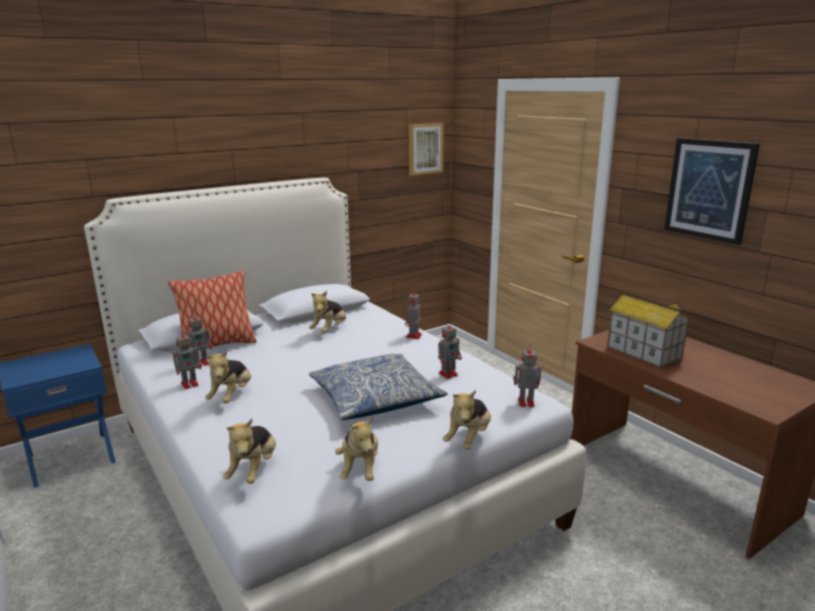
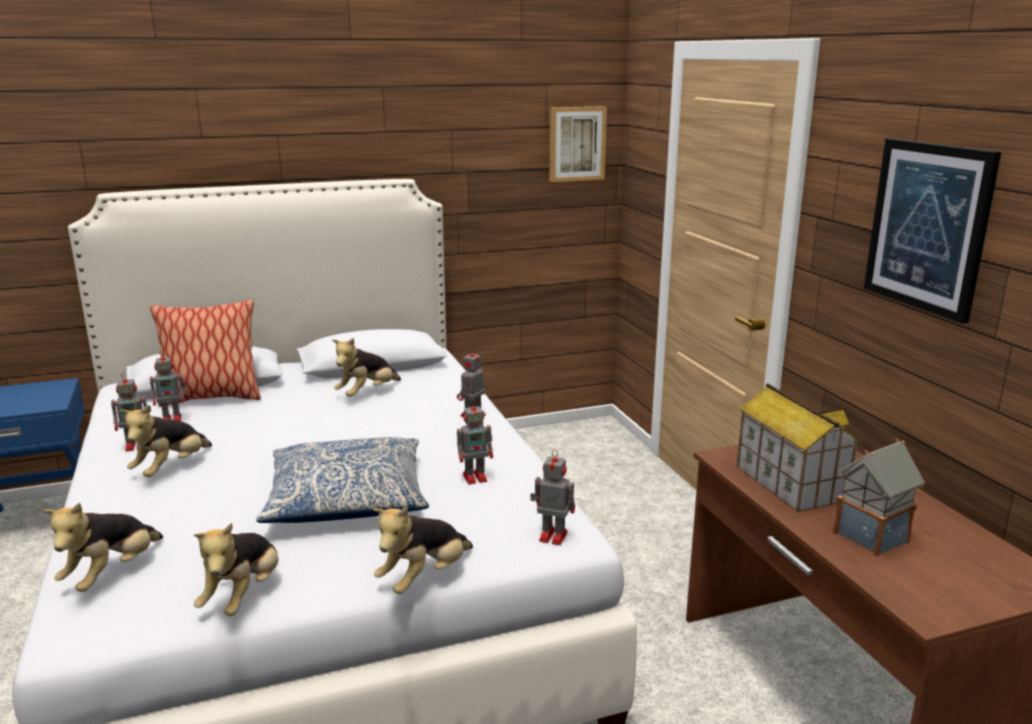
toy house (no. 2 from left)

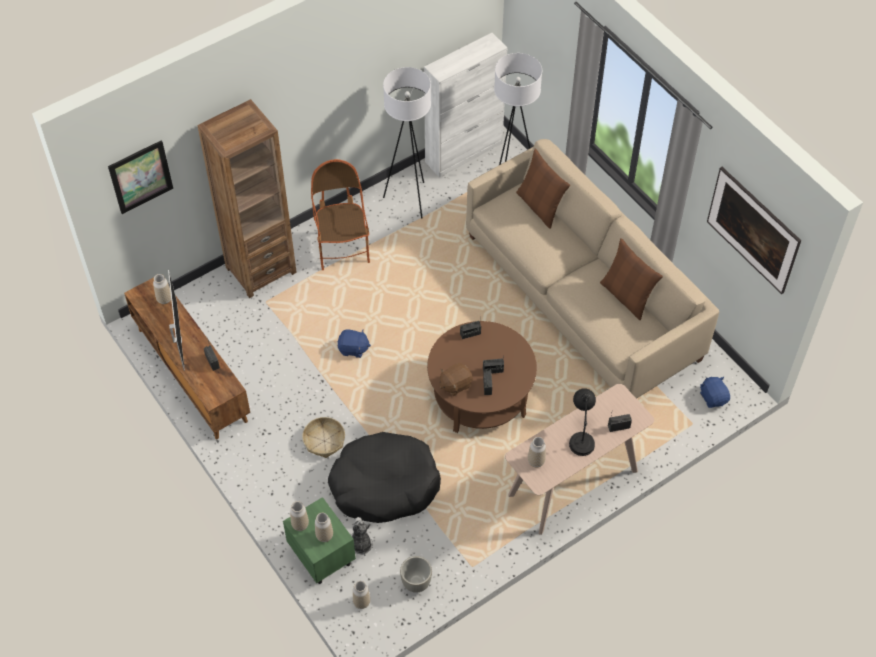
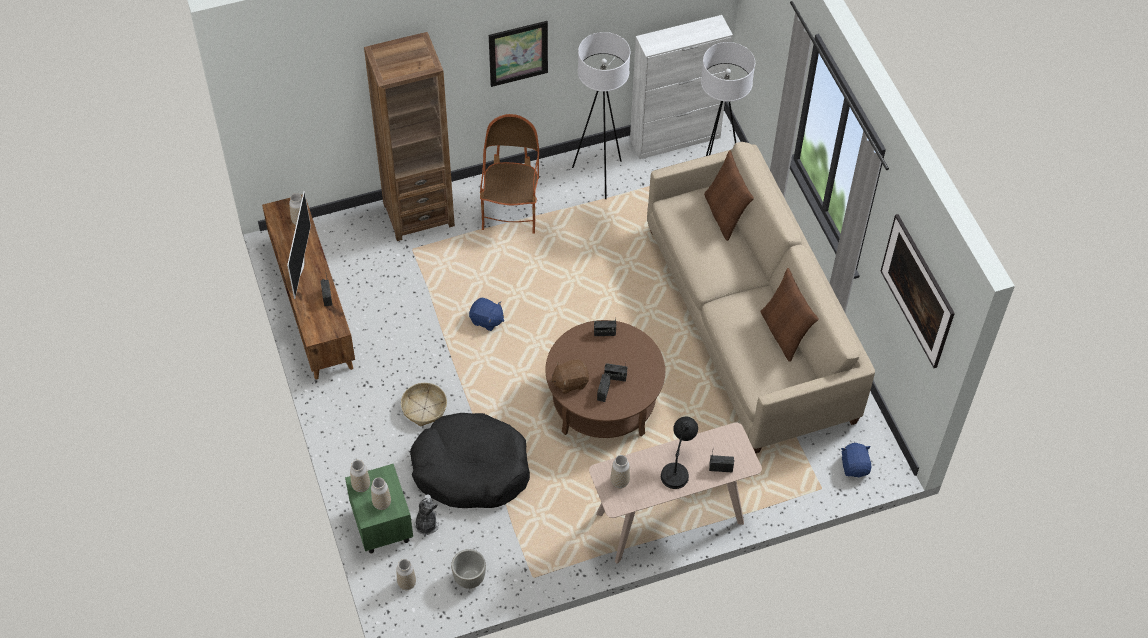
picture (no. 1 from left)

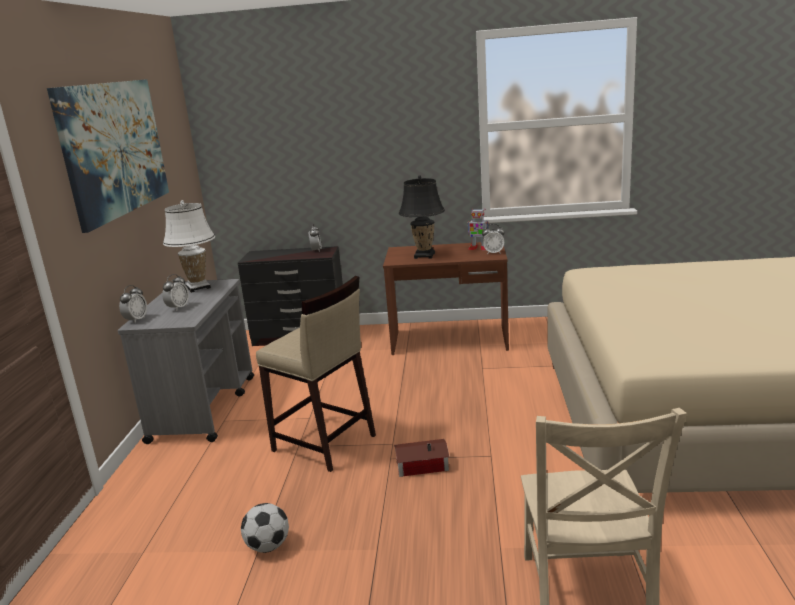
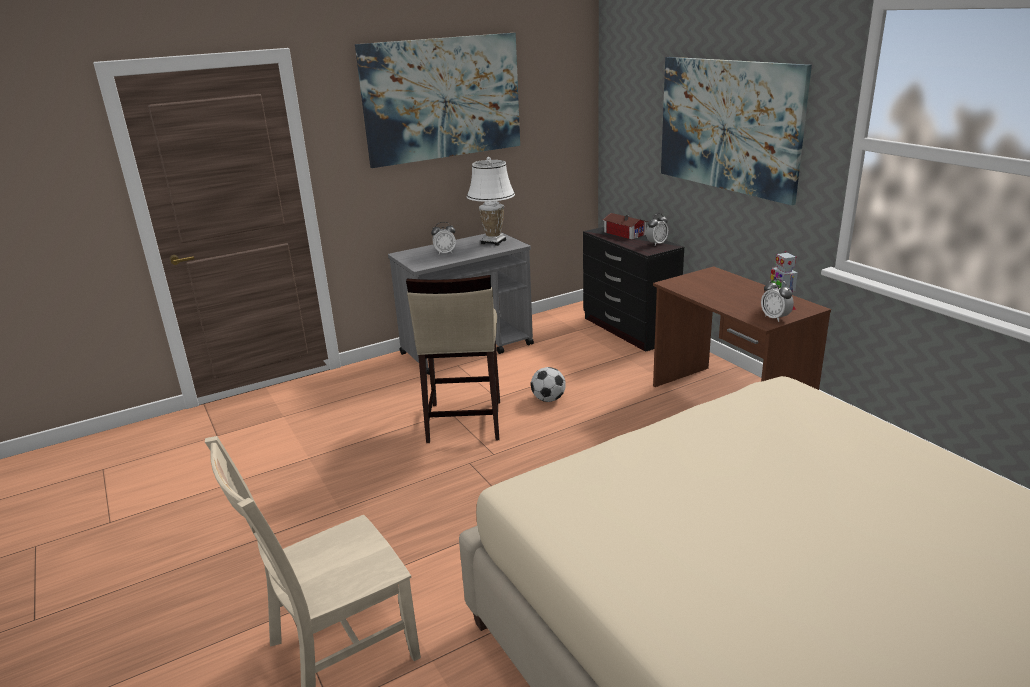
alarm clock (no. 1 from left in the first image); football; toy house; black table lamp; picture (no. 2 from left)

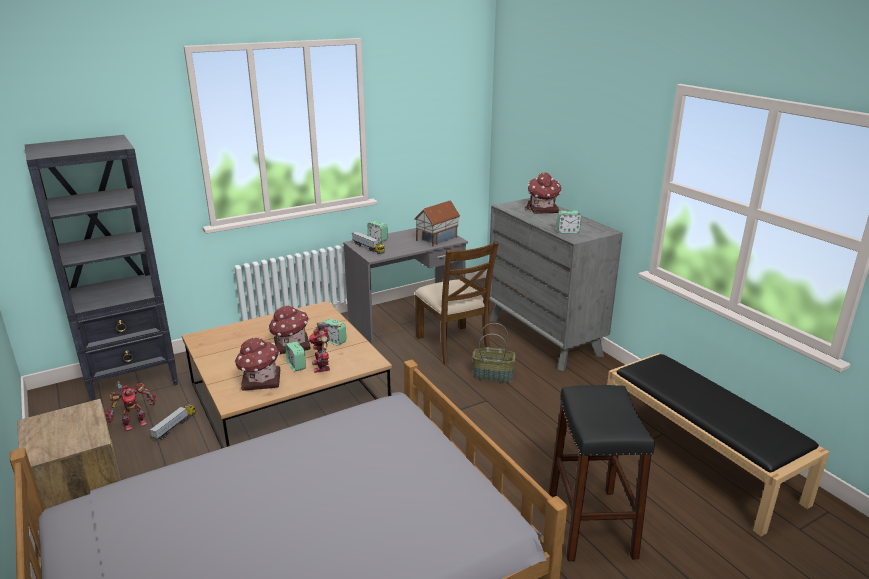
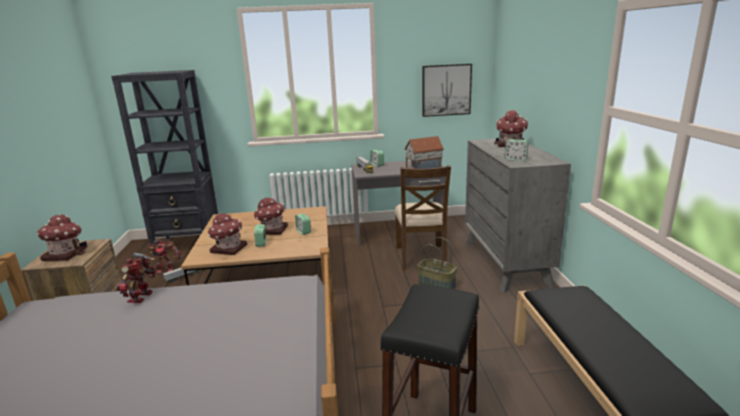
toy robot (no. 1 from left); toy house (no. 1 from left); picture

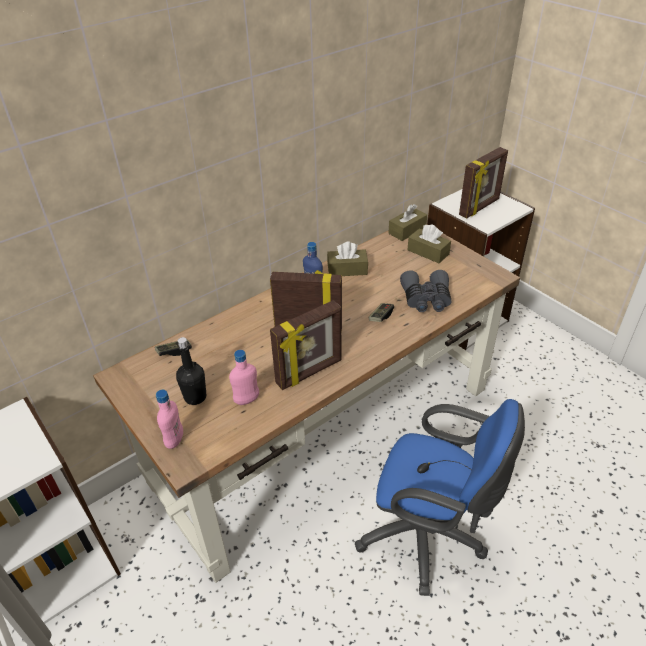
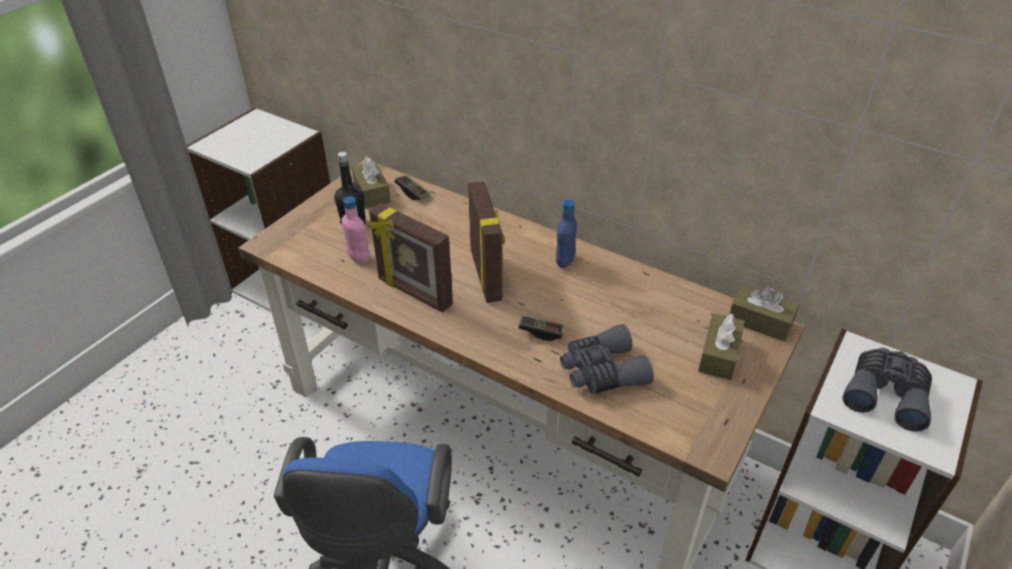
pink bottle (no. 1 from left in the first image); brown tissue box (no. 1 from left); grey binoculars (no. 2 from left)

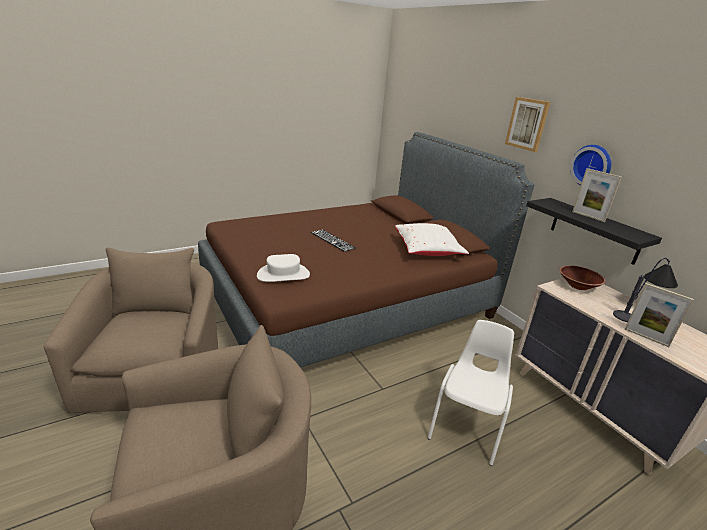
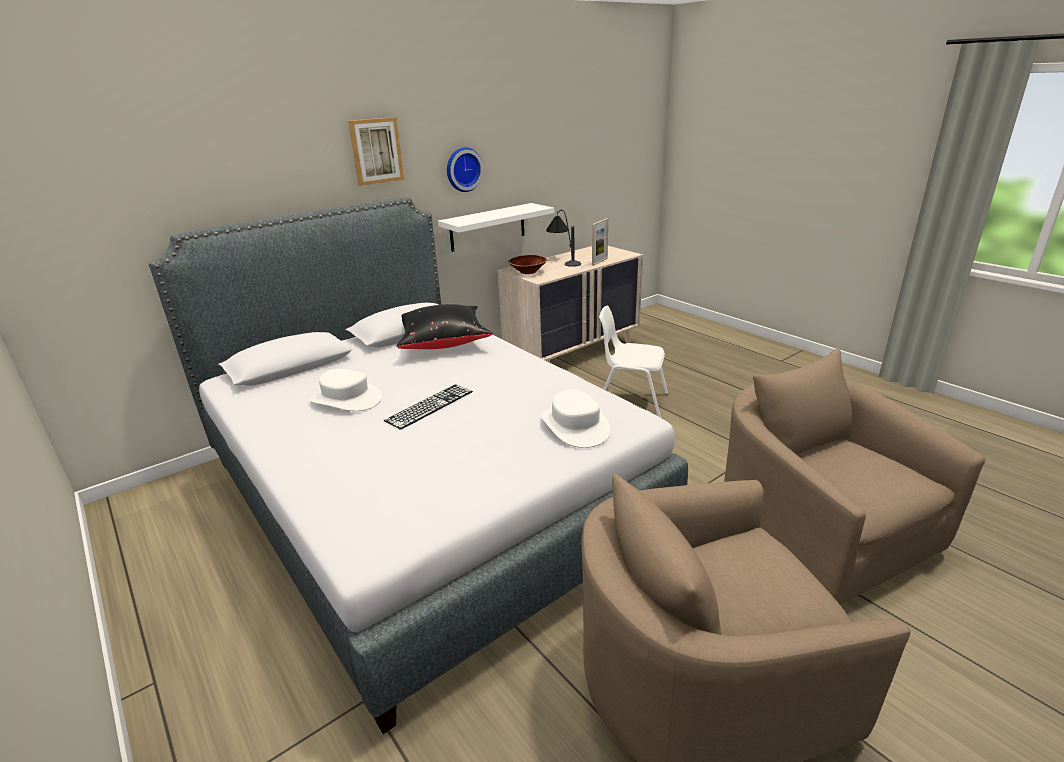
grey bed; black pillow; white shelf; picture frame (no. 1 from left in the first image); white hat (no. 1 from left)

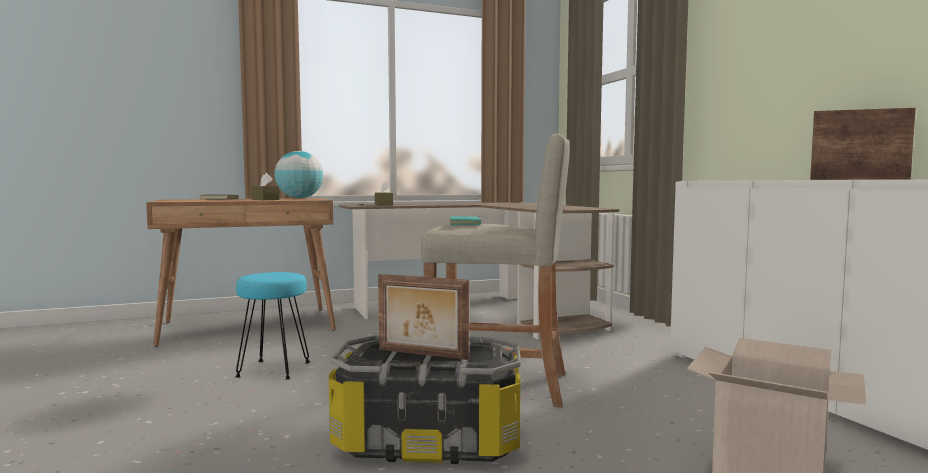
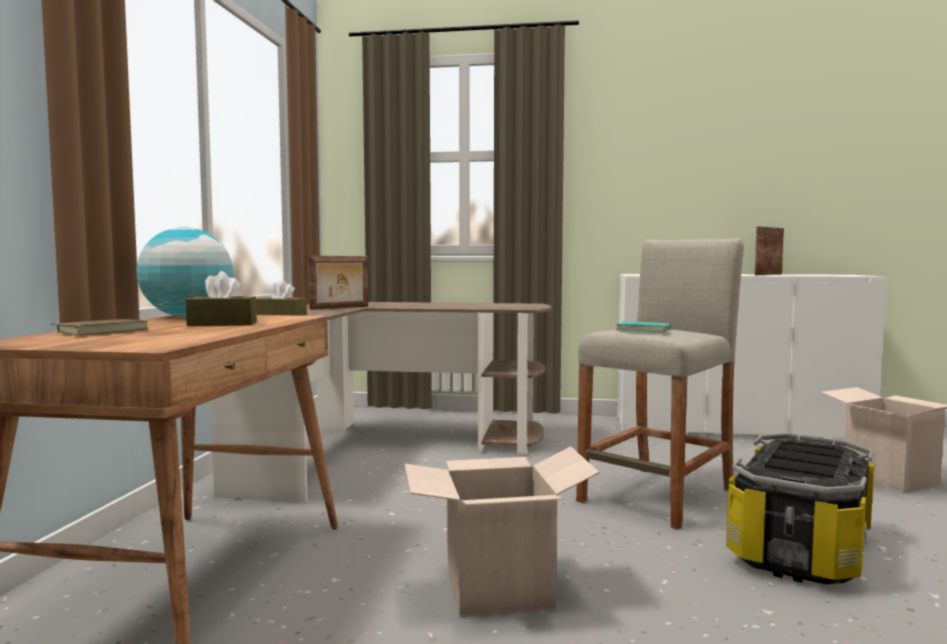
cardboard box (no. 1 from left); picture frame (no. 1 from left)

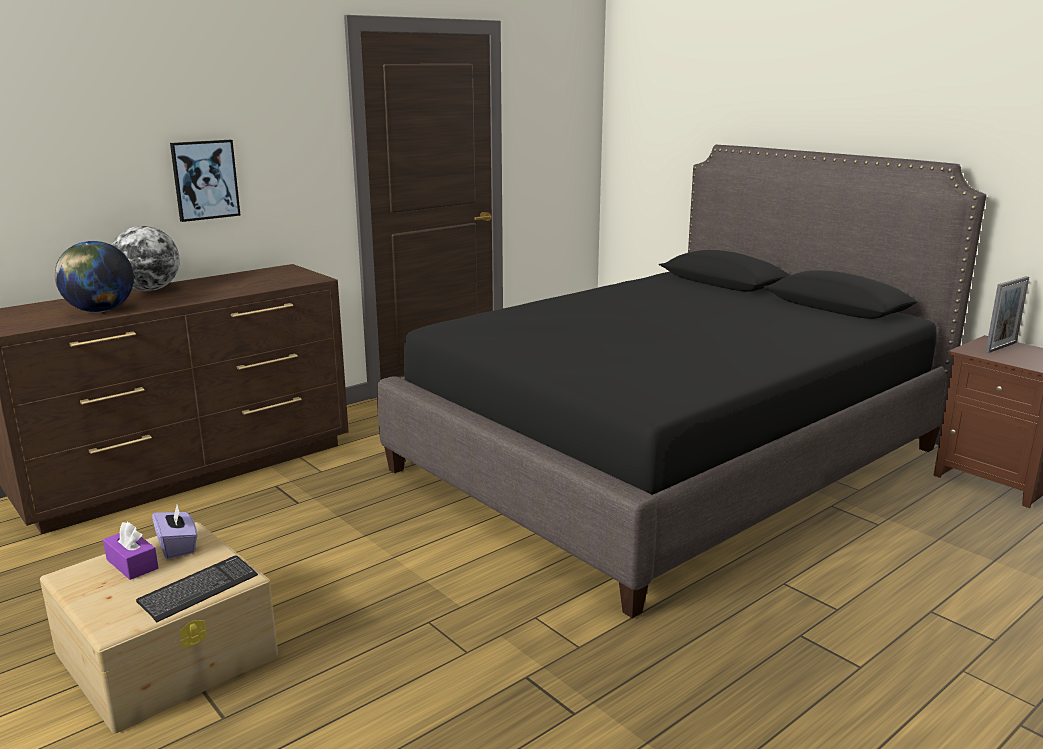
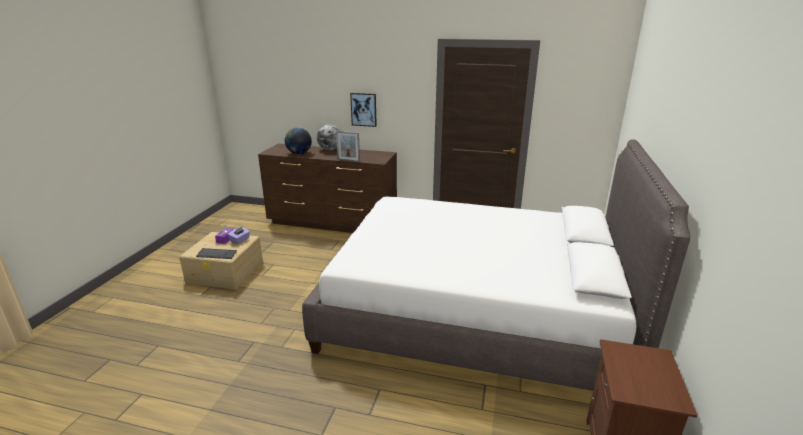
white bed; picture frame

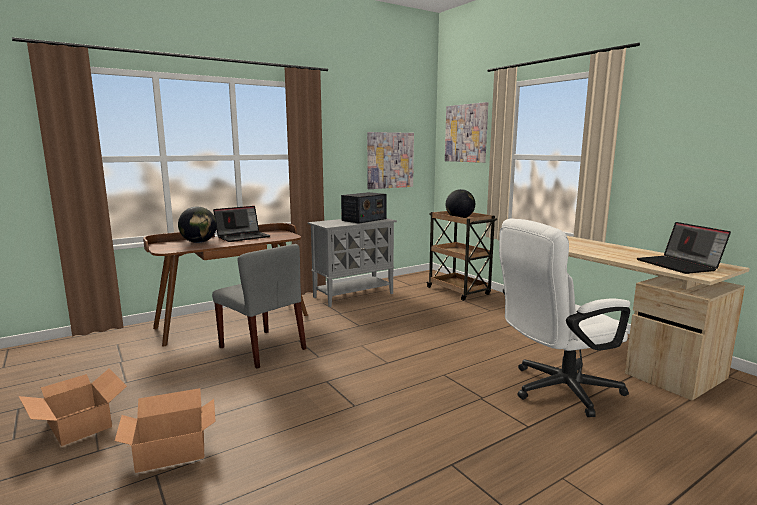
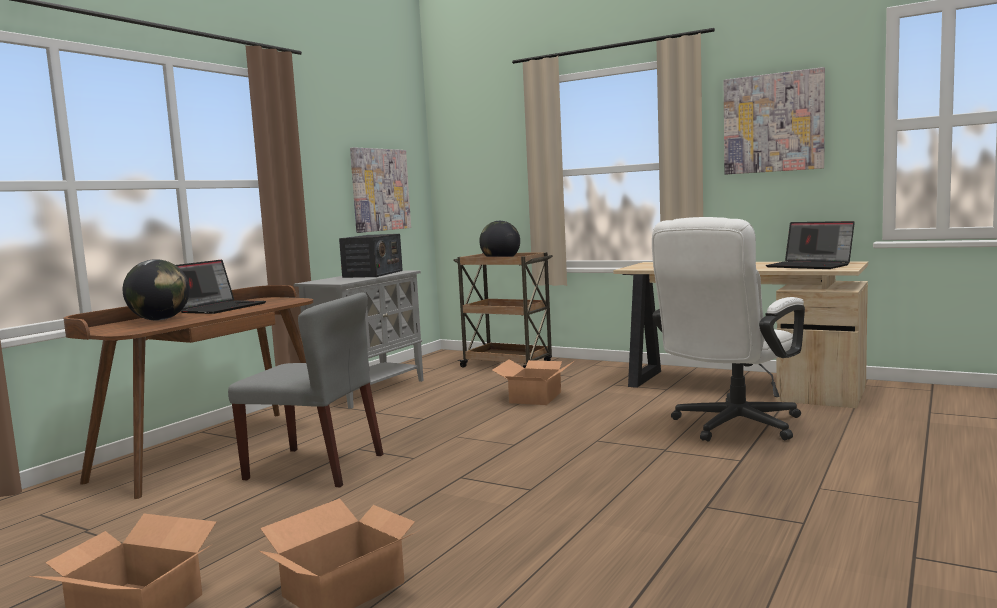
picture (no. 2 from left); cardboard box (no. 3 from left)

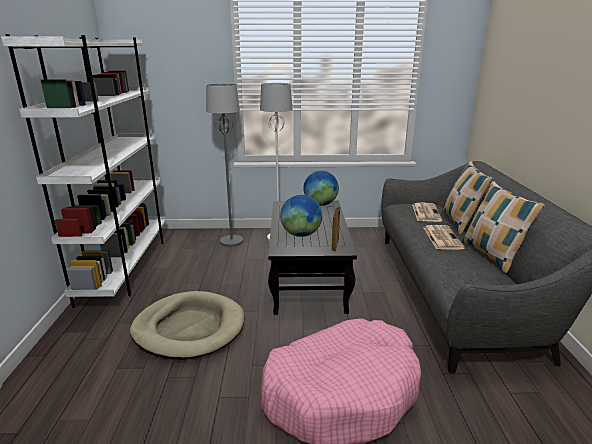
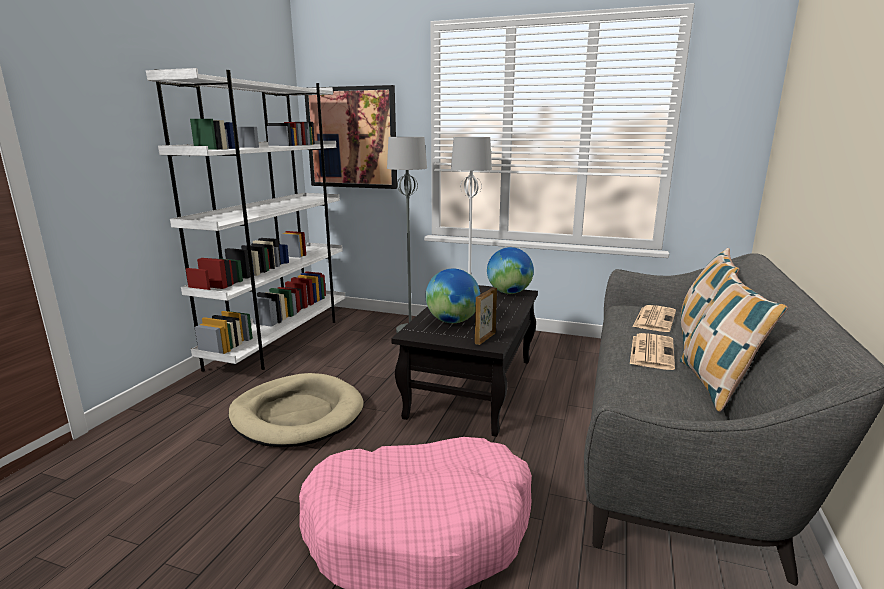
picture

